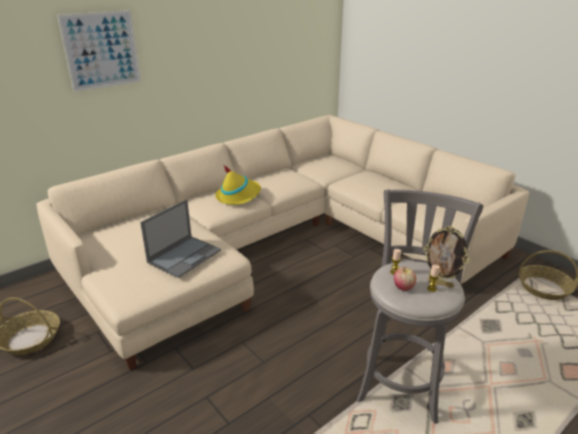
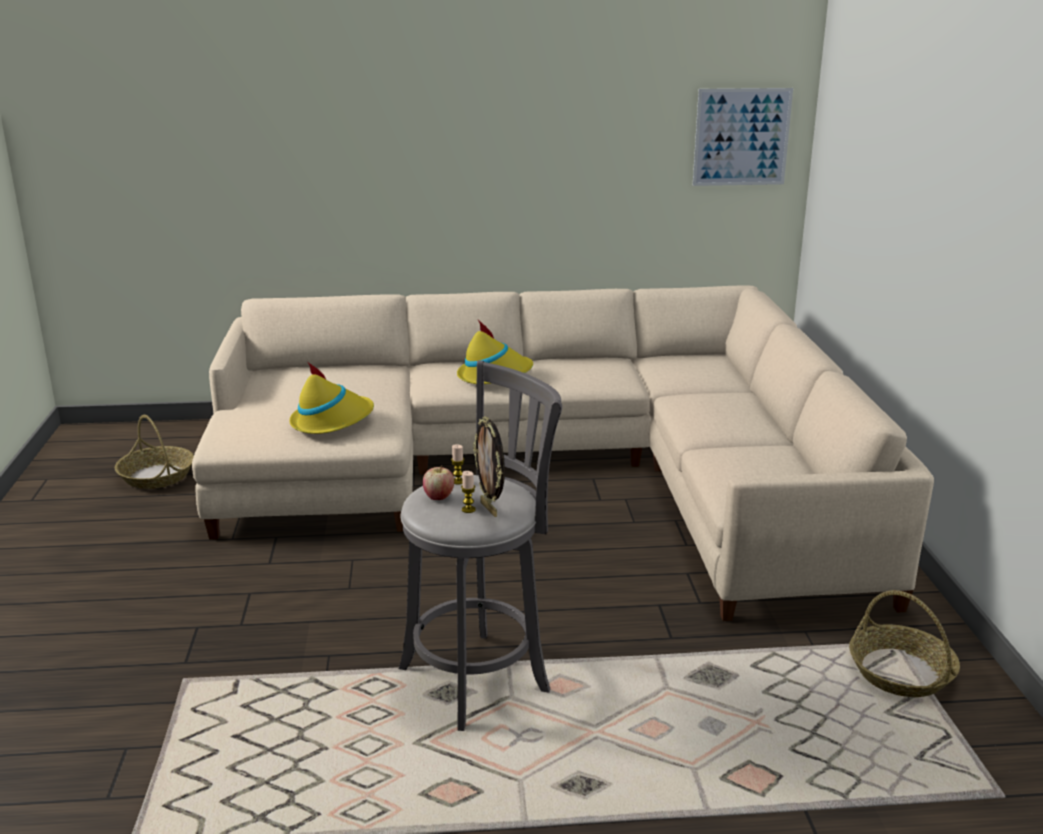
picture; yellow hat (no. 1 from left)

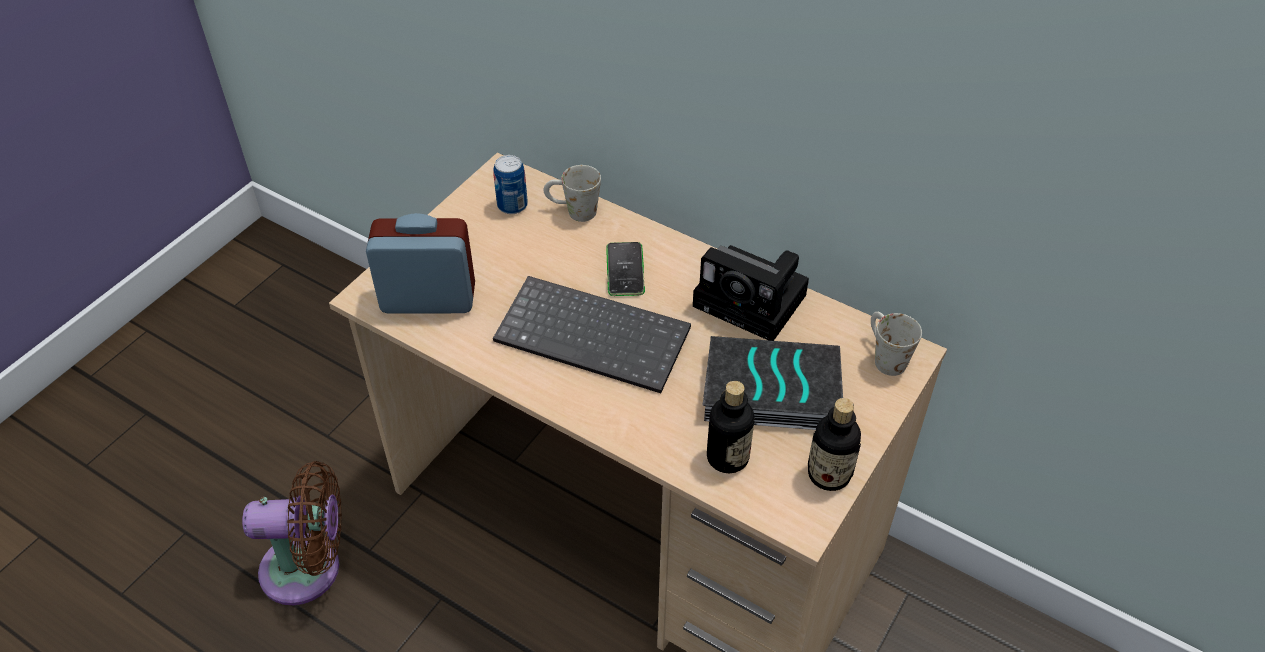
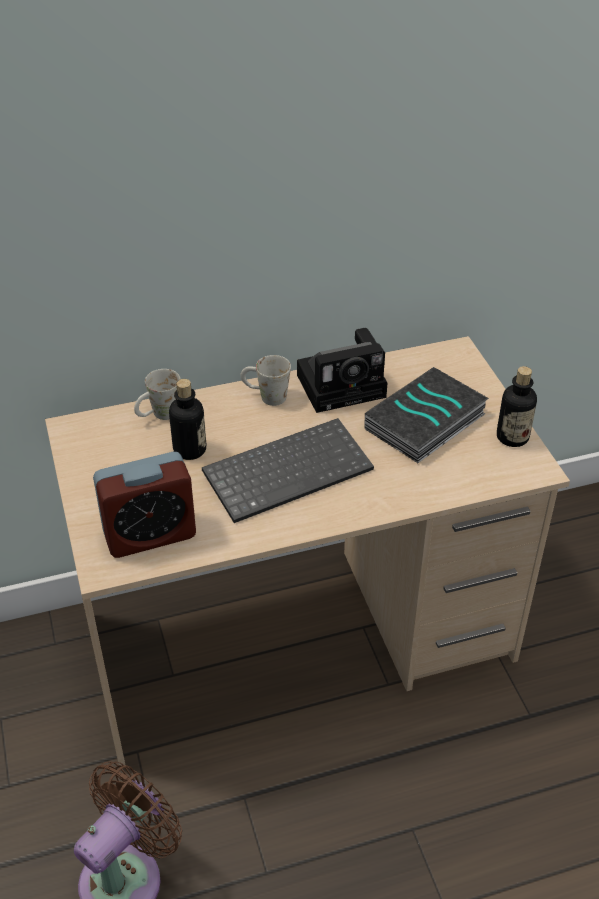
alarm clock; can; phone; bottle (no. 1 from left); white mug (no. 2 from left)

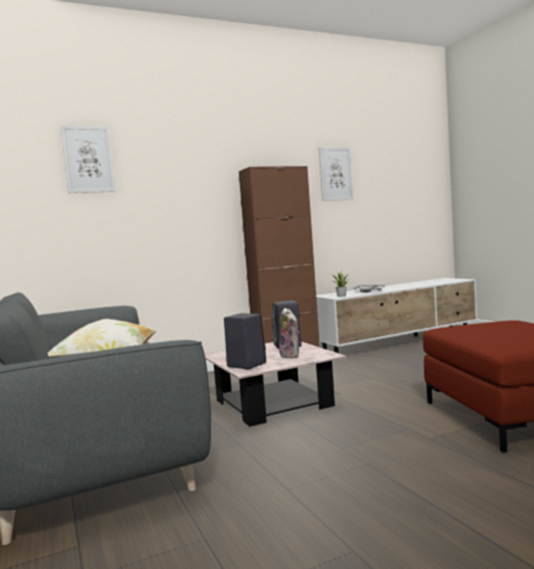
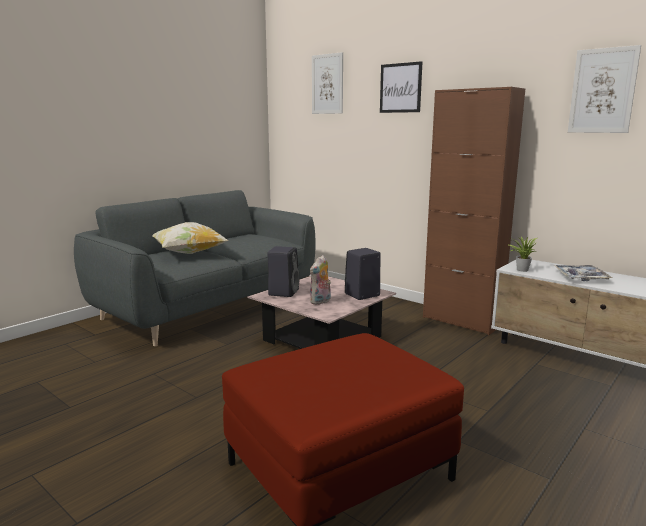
picture (no. 2 from left)

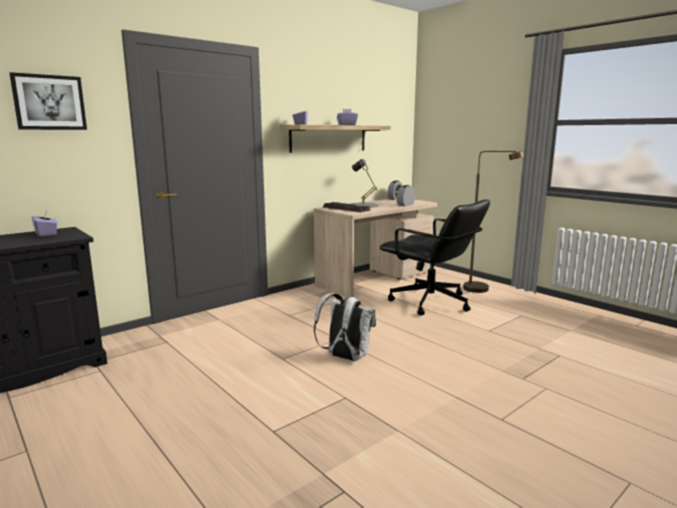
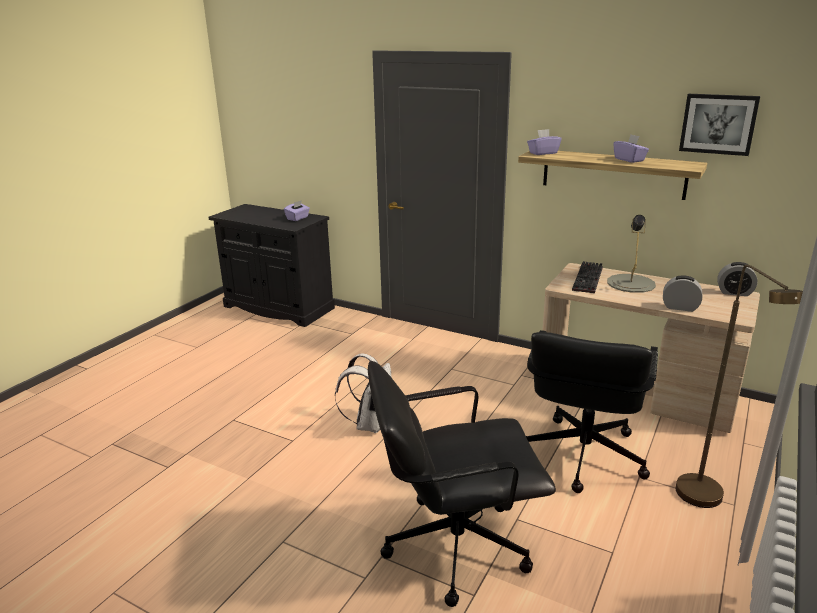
picture; black office chair (no. 1 from left)

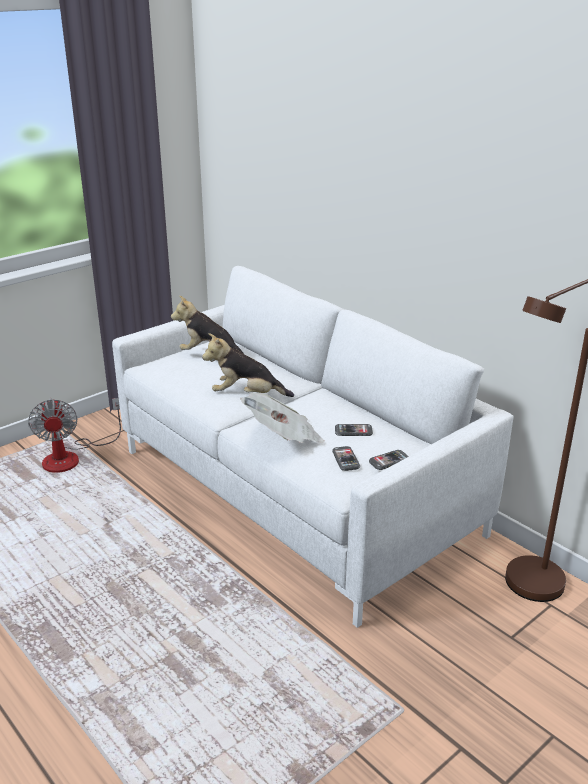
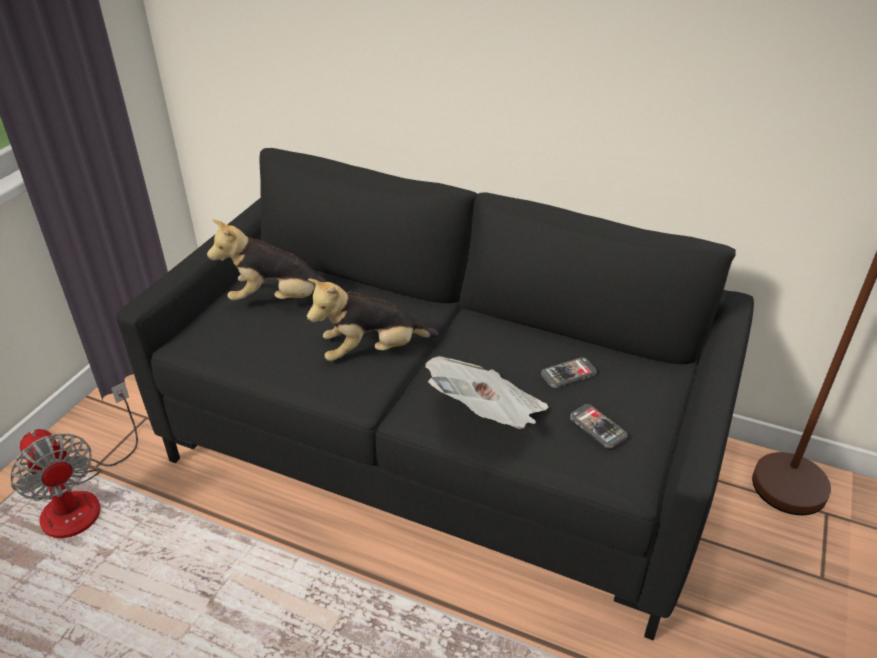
black sofa; phone (no. 3 from left in the first image)

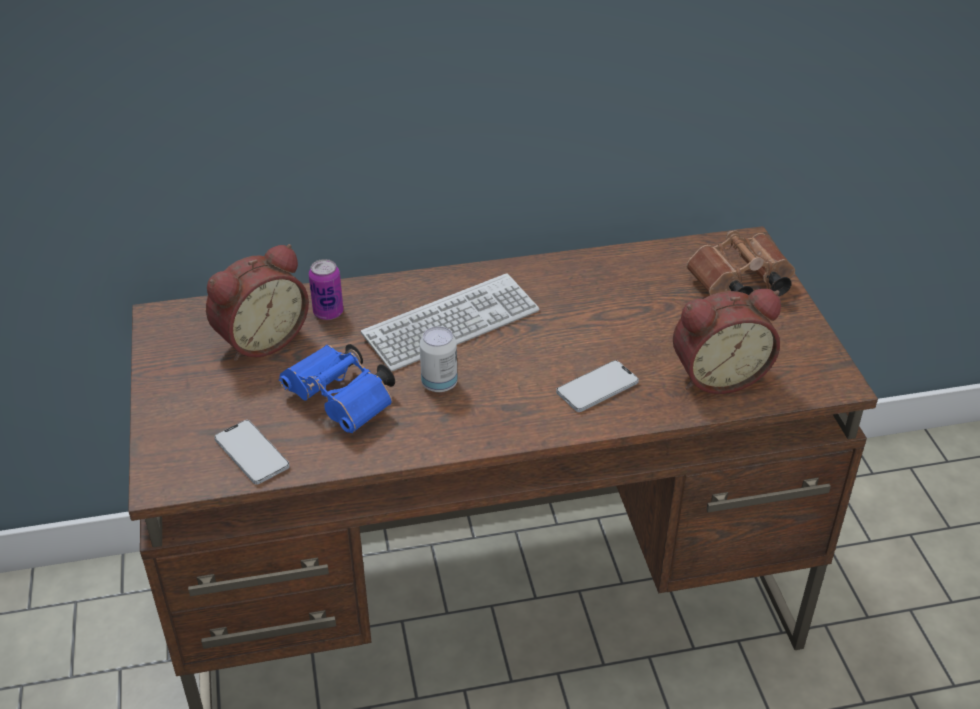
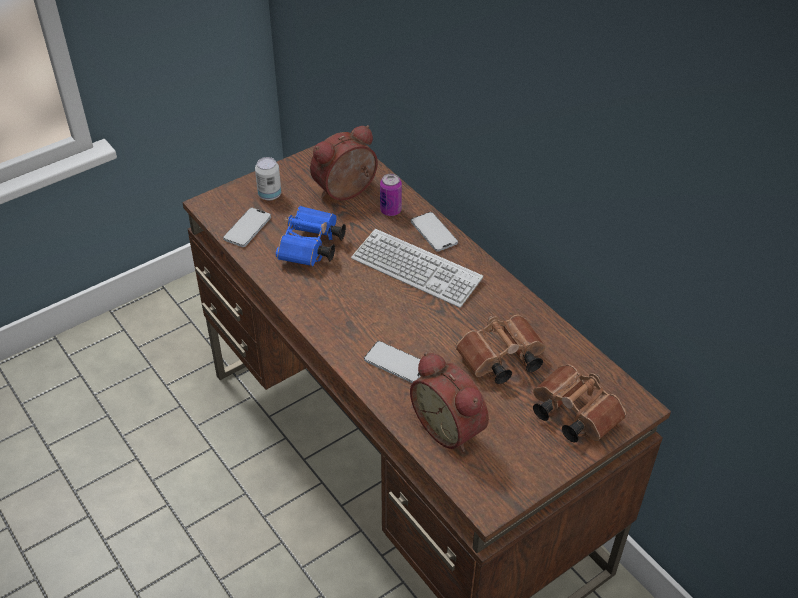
alarm clock (no. 1 from left); can (no. 1 from left); phone (no. 3 from left); brown binoculars (no. 1 from left)

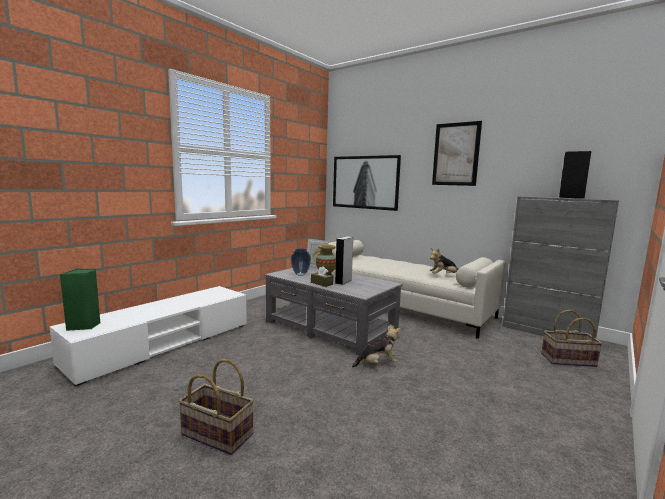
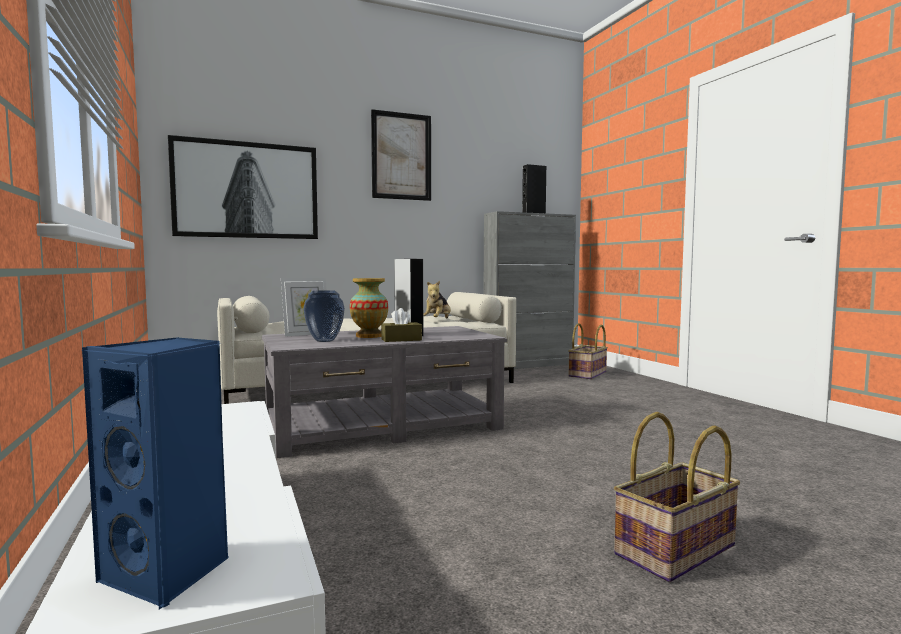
blue speaker; plush toy (no. 1 from left in the first image)

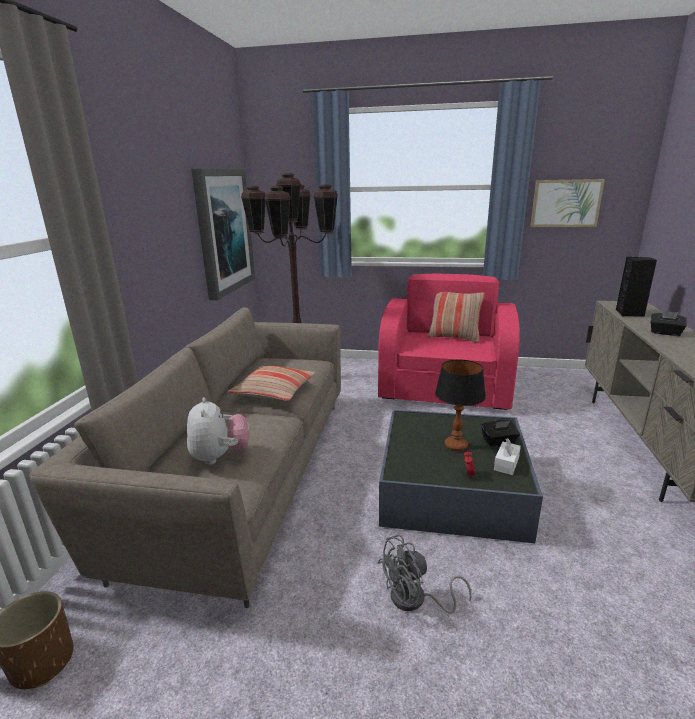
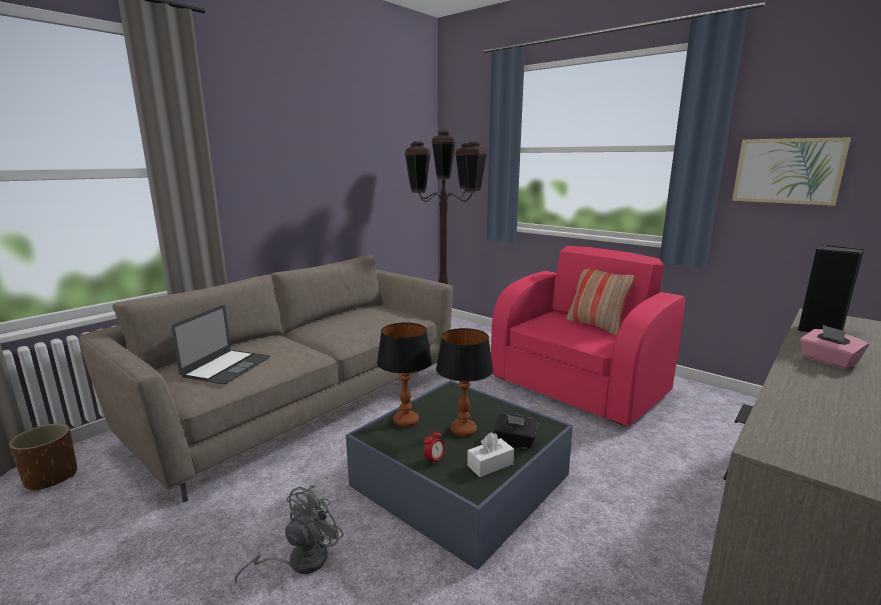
laptop; picture (no. 1 from left in the first image); pillow (no. 1 from left in the first image); grey fan; pink tissue box; table lamp (no. 1 from left)

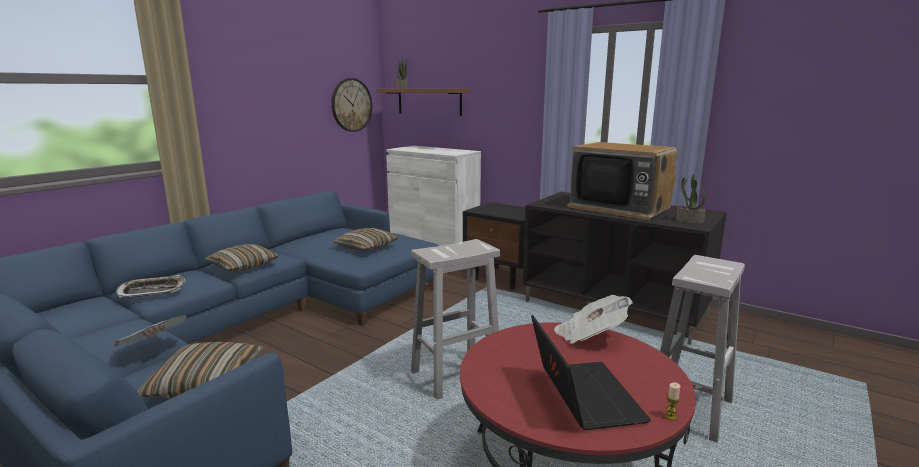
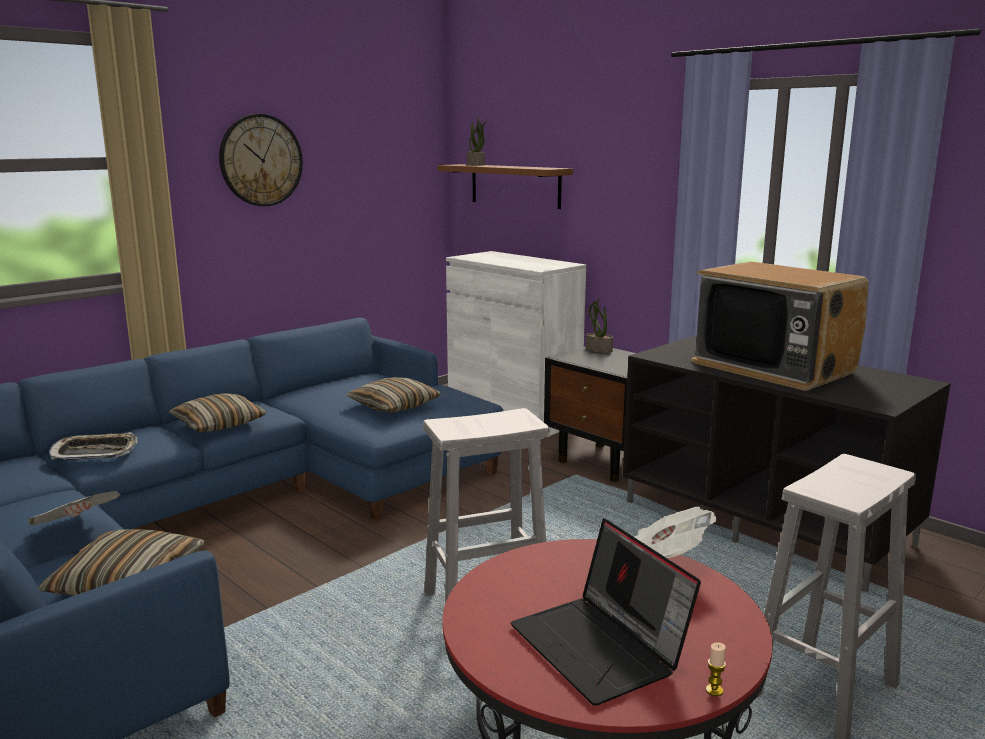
wall clock; laptop; potted plant (no. 2 from left)

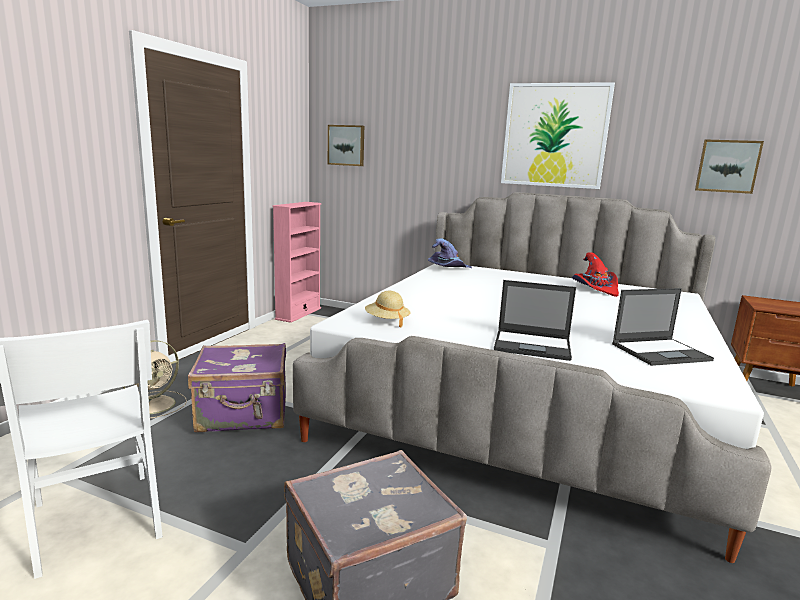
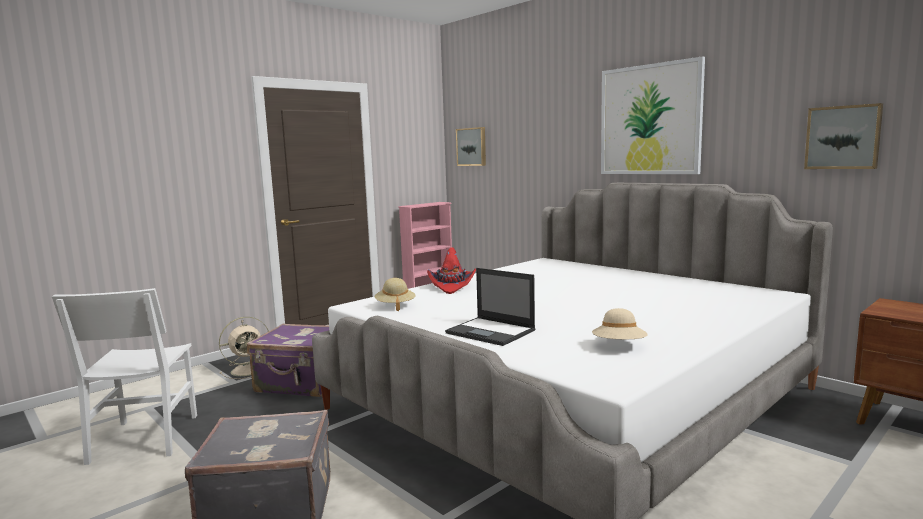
purple hat; red hat; beige hat (no. 2 from left)

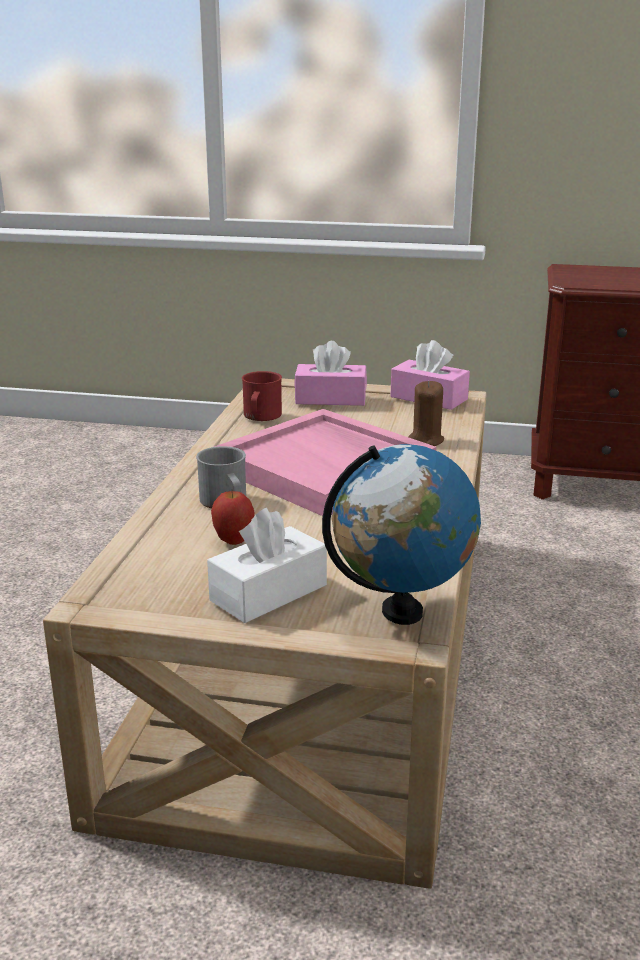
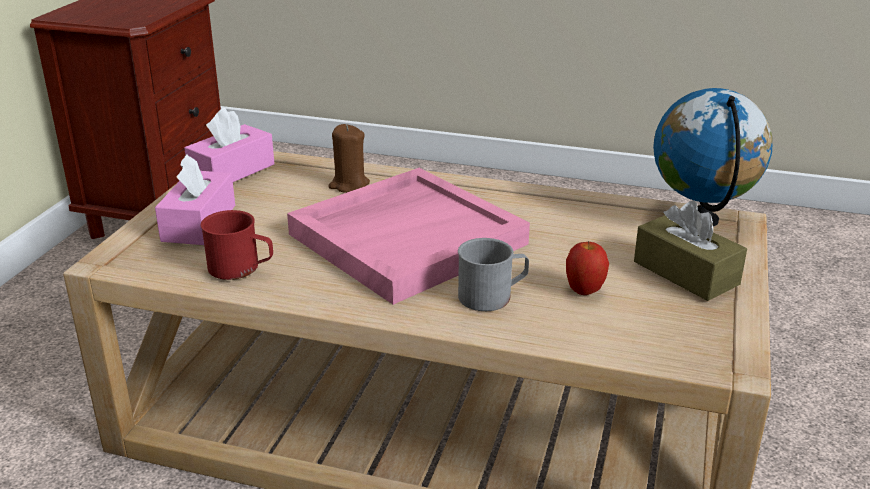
brown tissue box

